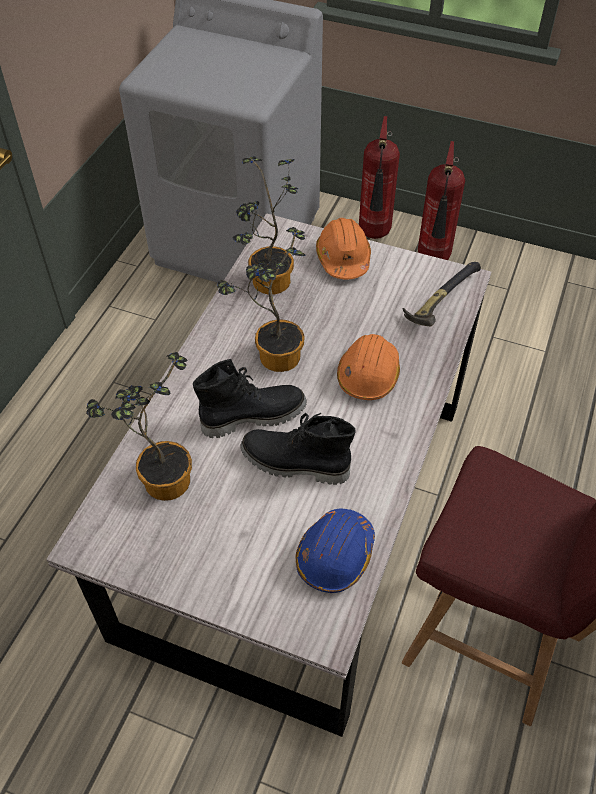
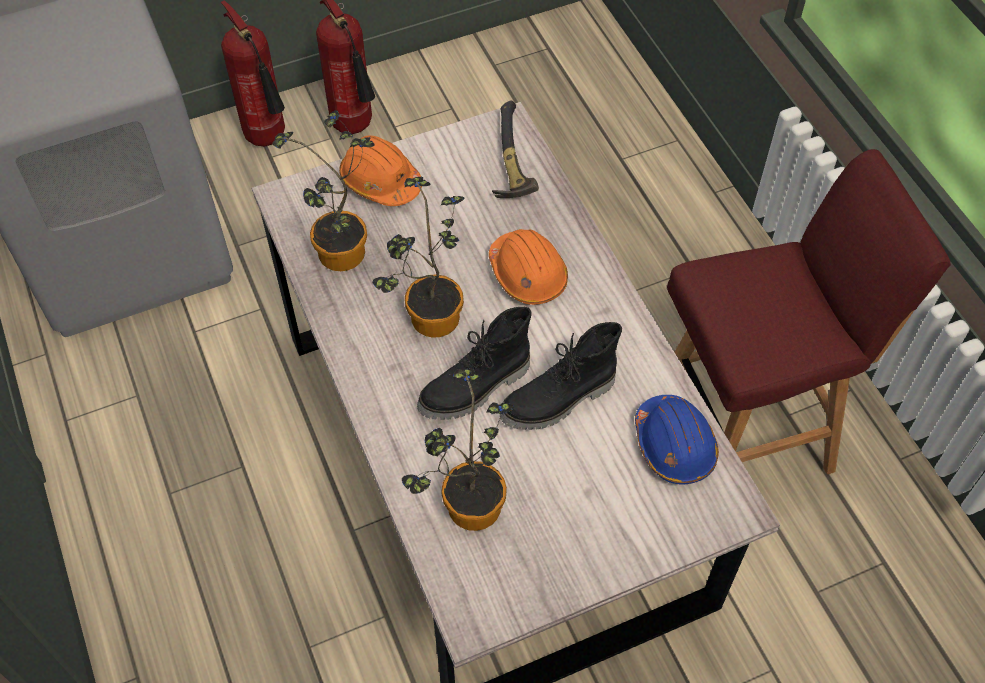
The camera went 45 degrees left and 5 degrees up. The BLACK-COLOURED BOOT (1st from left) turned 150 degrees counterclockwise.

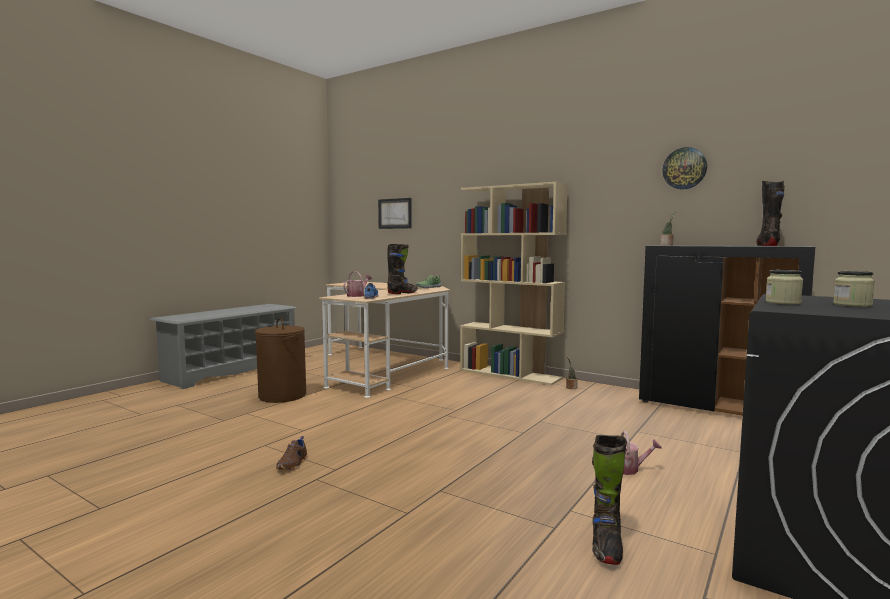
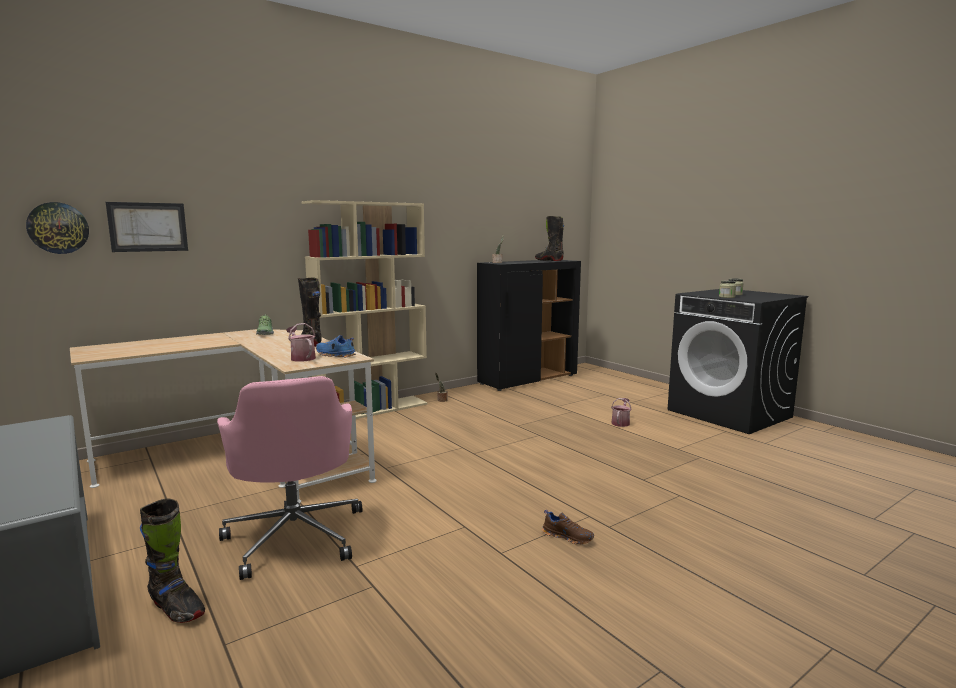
The camera went 70 degrees left and 5 degrees up. The BLACK-COLOURED BOOT (2nd from left in the first image) moved. The WALL CLOCK moved. The BROWN LAUNDRY BASKET was replaced by the PINKISH COMPUTER CHAIR.

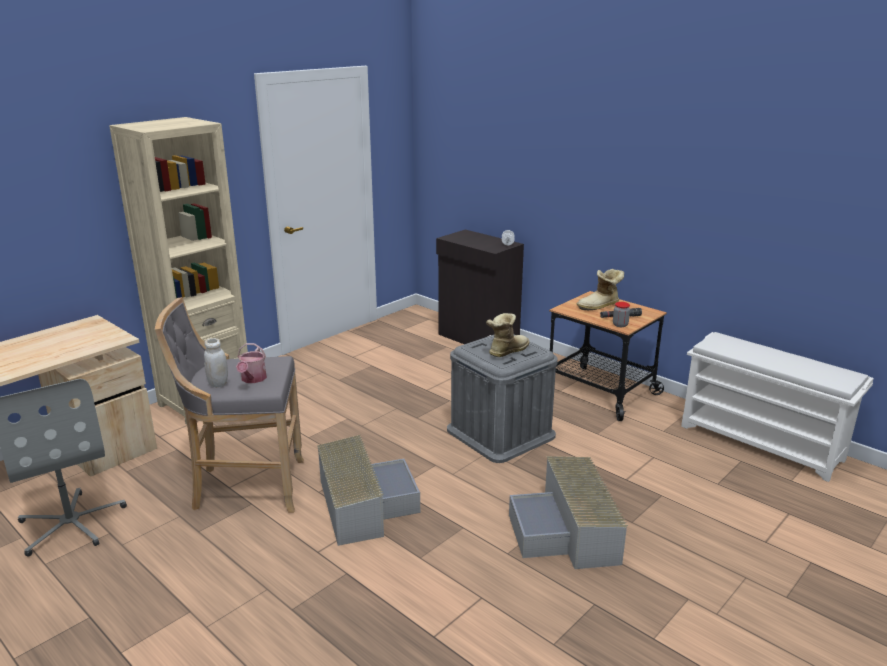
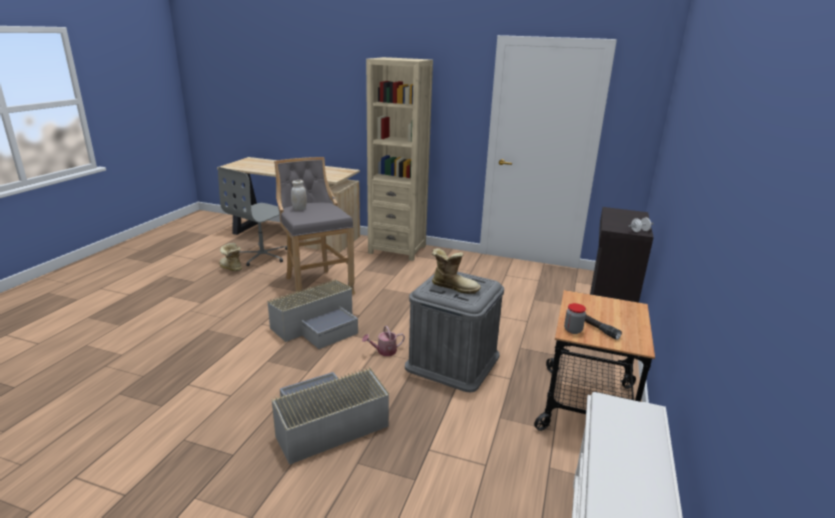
The camera went 65 degrees right and 0 degrees up. The WATERING POT moved. The BOOT (2nd from left in the first image) moved.

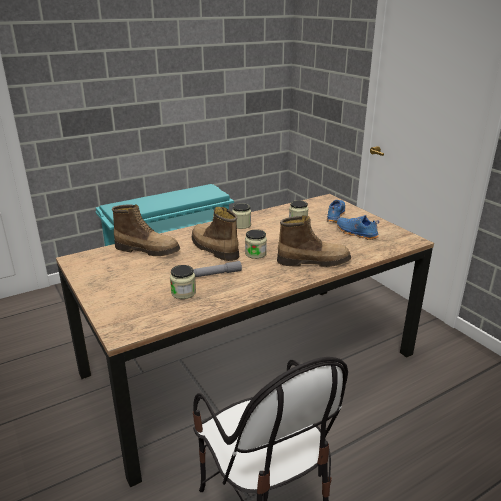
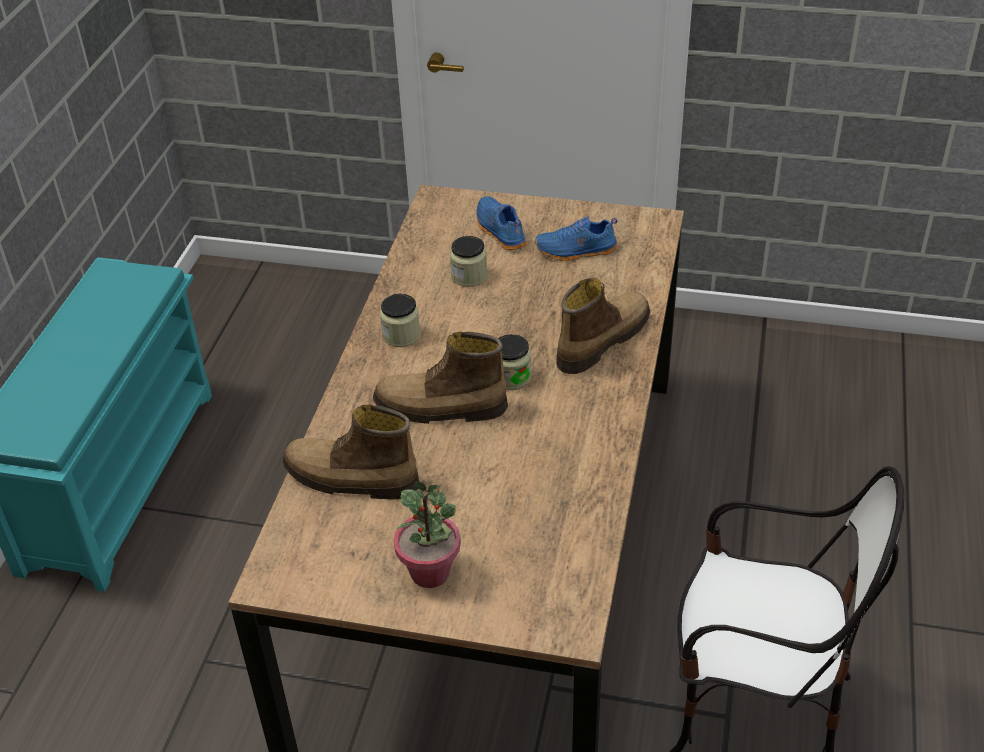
The camera went 45 degrees left and 15 degrees up. The PRESERVE JAR (1st from left) disappeared. The GREY TORCH disappeared. The HOUSEPLANT appeared. The BOOT (1st from left) turned 135 degrees counterclockwise.

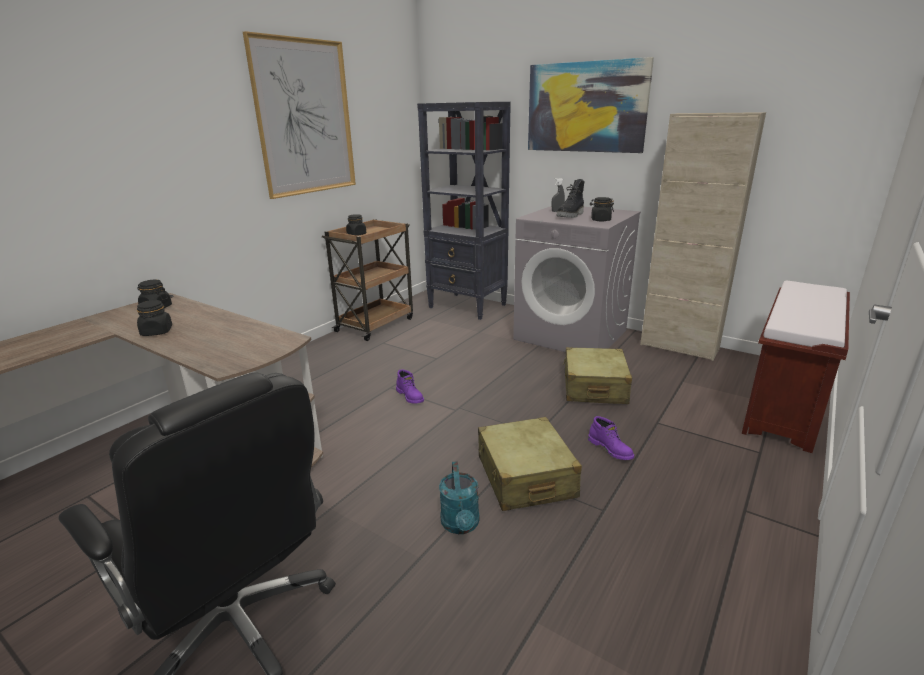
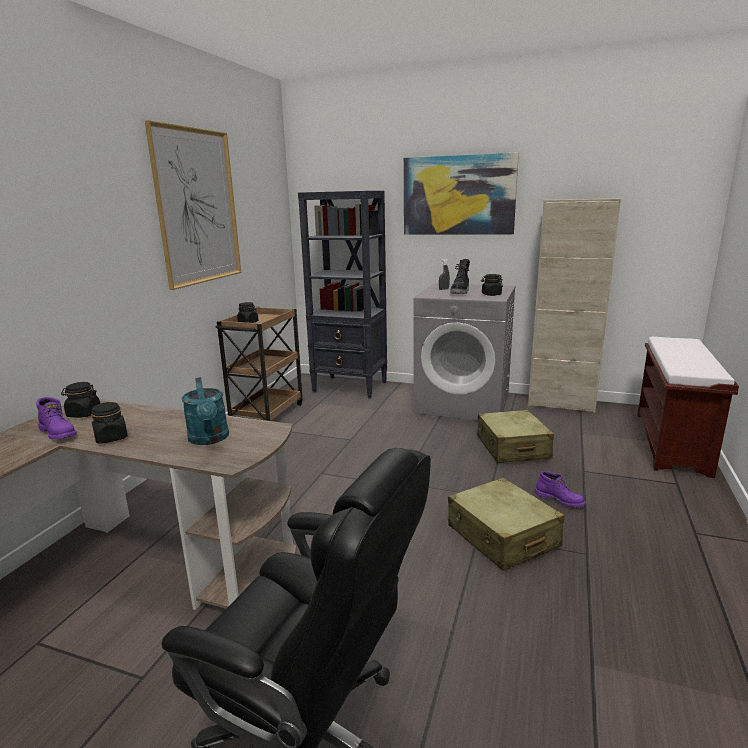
The camera went 15 degrees left and 5 degrees down. The PURPLISH BOOT (1st from left) moved. The TURQUOISE WATERING POT moved.

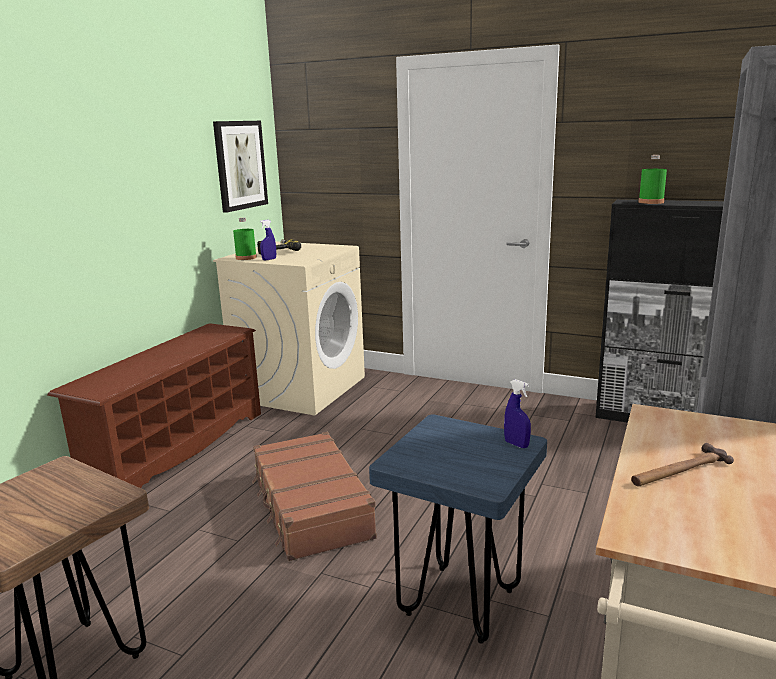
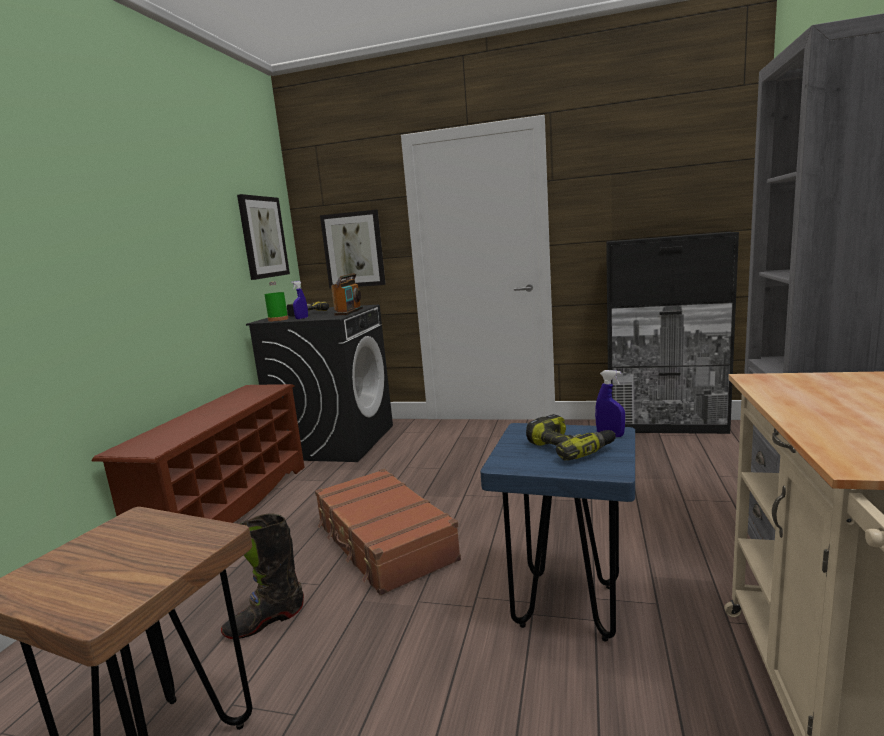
The camera went 10 degrees left and 5 degrees down. The HAMMER disappeared. The GREENISH BEVERAGE BOTTLE (2nd from left) disappeared. The BLACK-COLOURED BOOT appeared. The PICTURE (2nd from left) appeared. The RADIO SET appeared. The DRILL (2nd from left) appeared. The SAND-COLOURED WASHING MACHINE became the BLACK-COLOURED WASHING MACHINE.

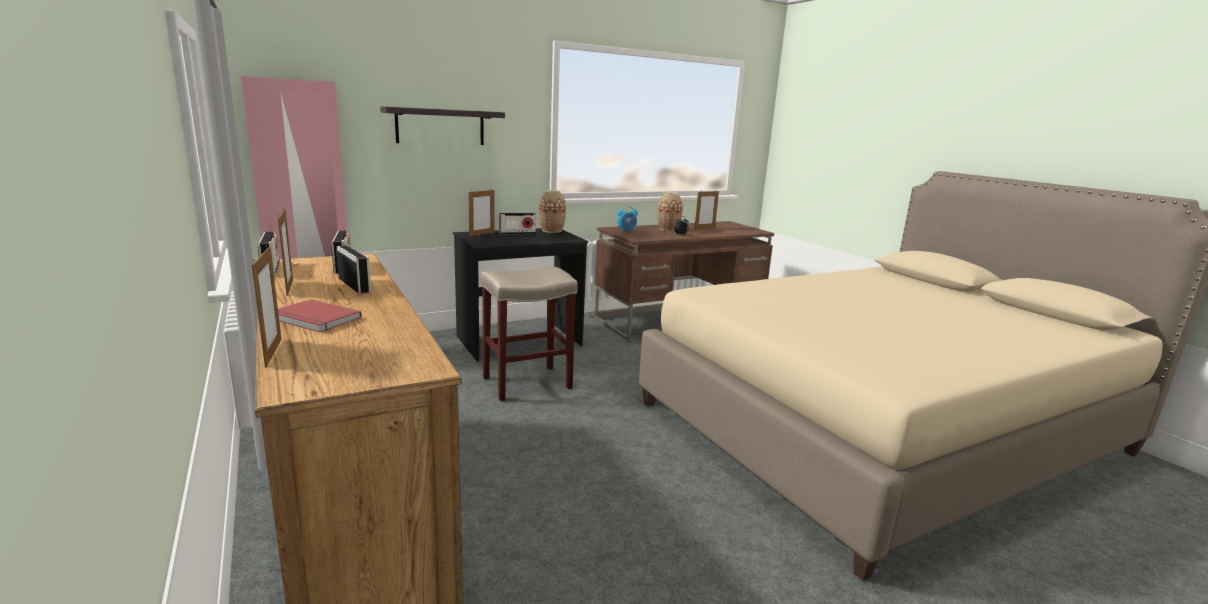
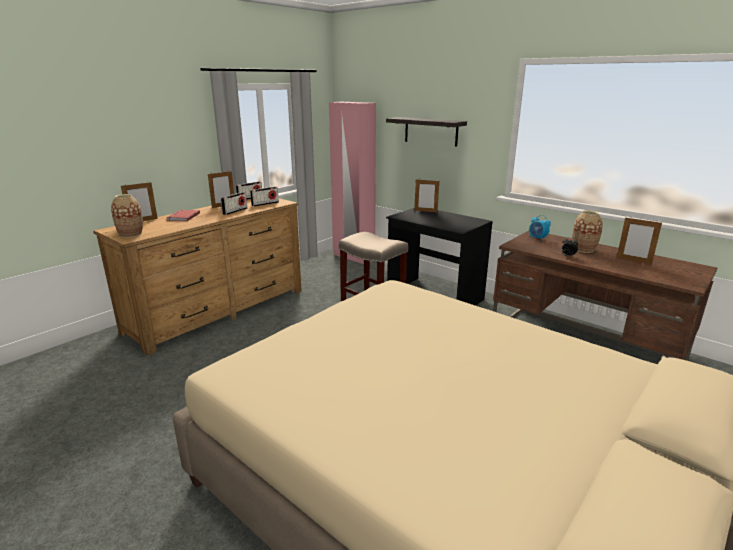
The camera went 70 degrees right and 5 degrees up. The RADIO SET (4th from left) disappeared. The FLOWER VASE (1st from left) moved.

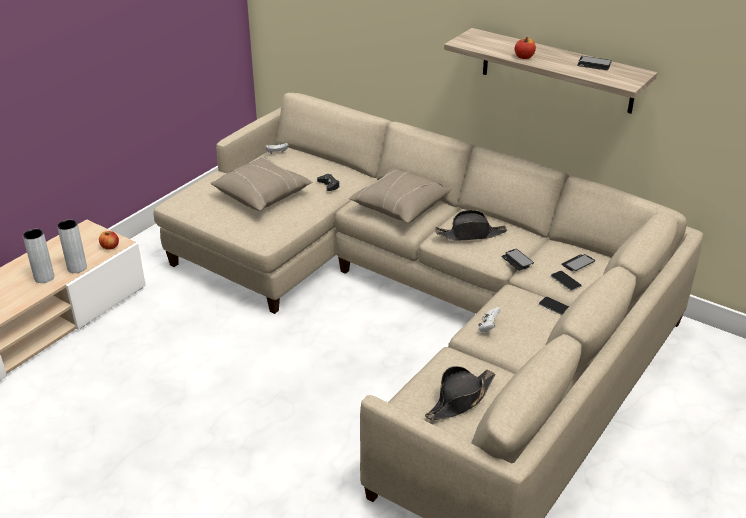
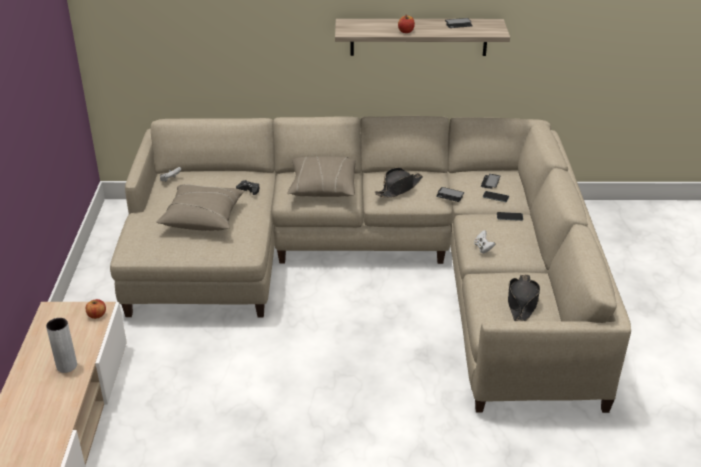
The camera went 35 degrees left and 0 degrees up. The GREY FLOWER VASE (2nd from left) disappeared.

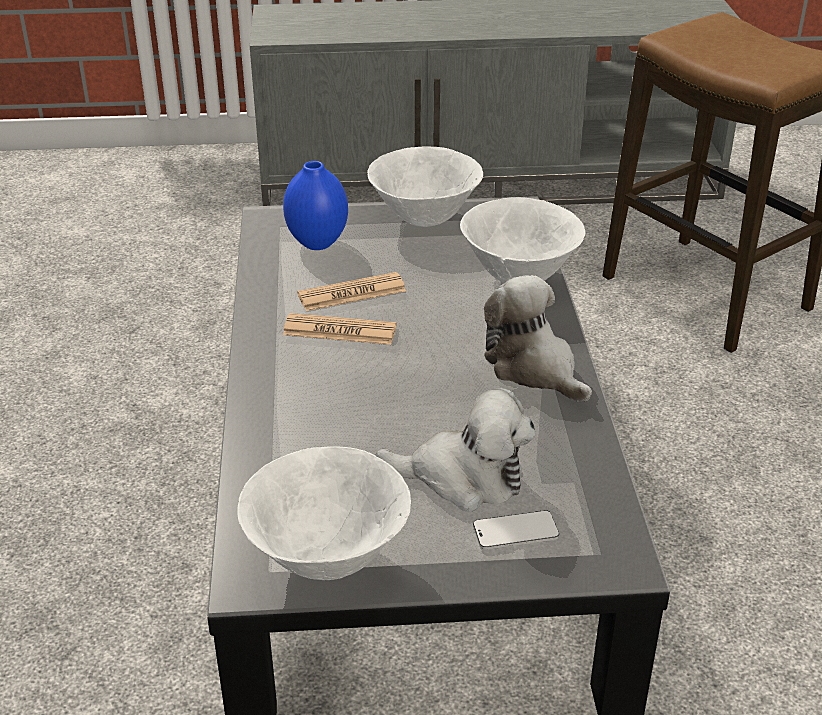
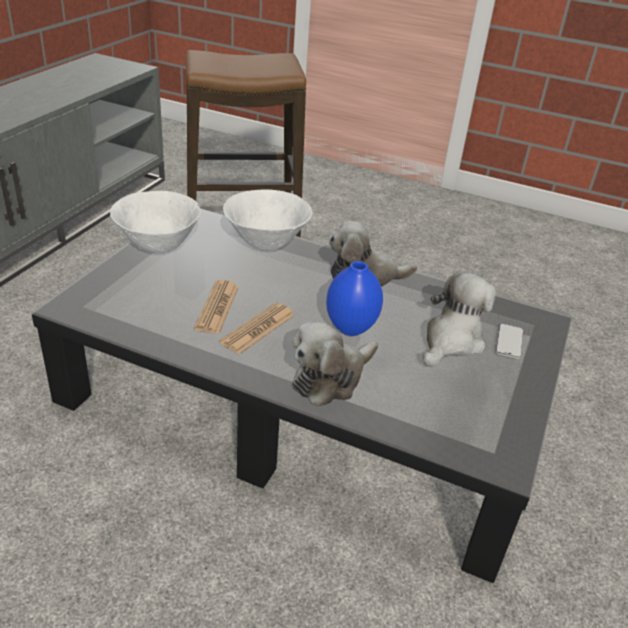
The camera went 65 degrees left and 0 degrees up. The WHITISH SERVING BOWL (1st from left) disappeared. The SOFT TOY (1st from left) appeared. The BLUISH FLOWER VASE moved.

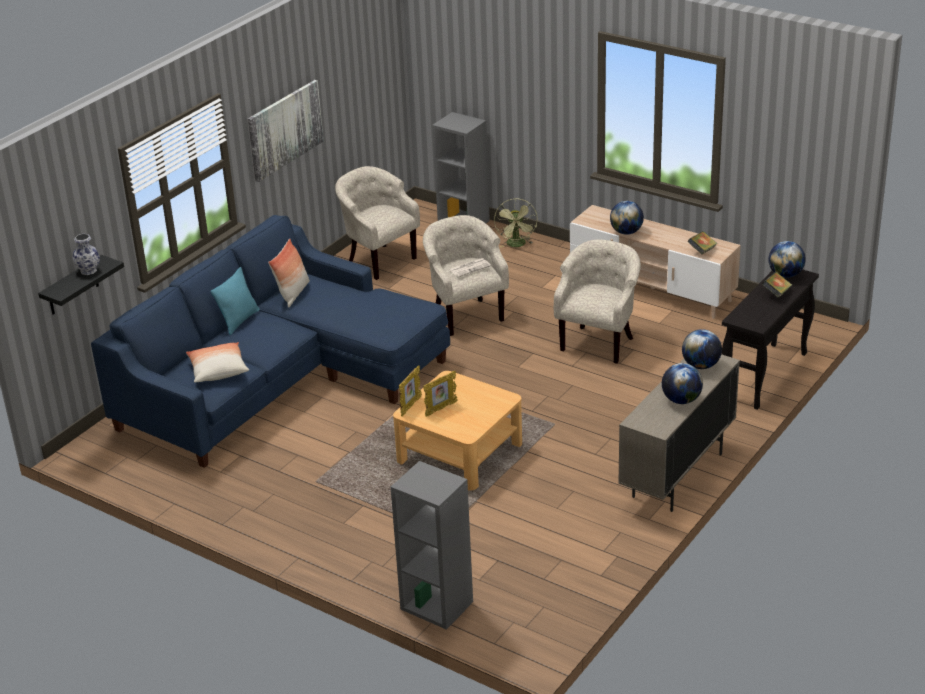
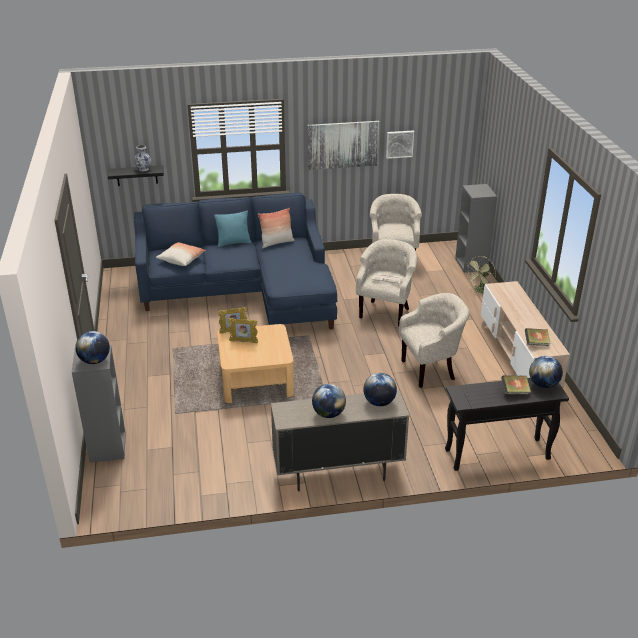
The camera went 45 degrees right and 0 degrees up. The PICTURE (2nd from left) appeared. The DESK GLOBE (1st from left) moved.

